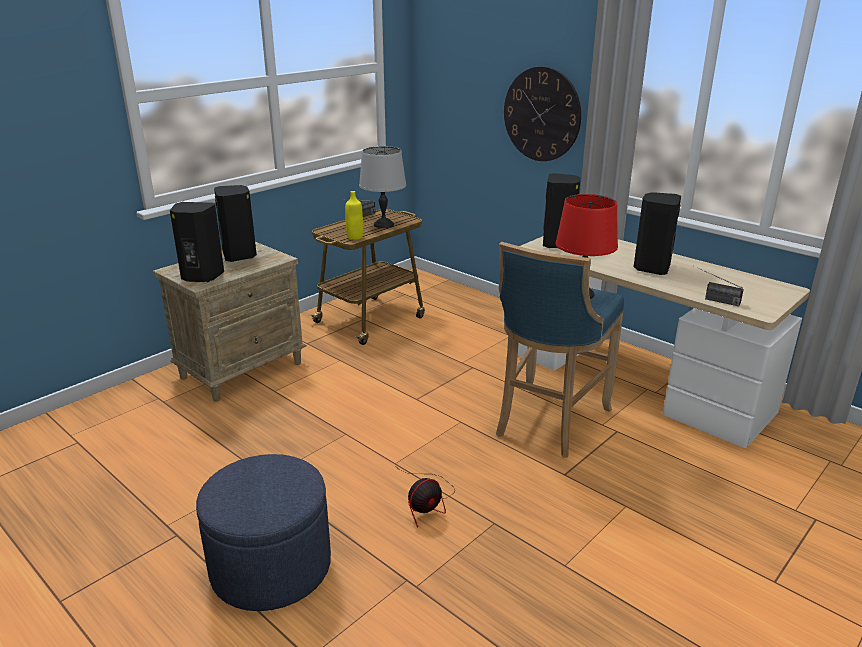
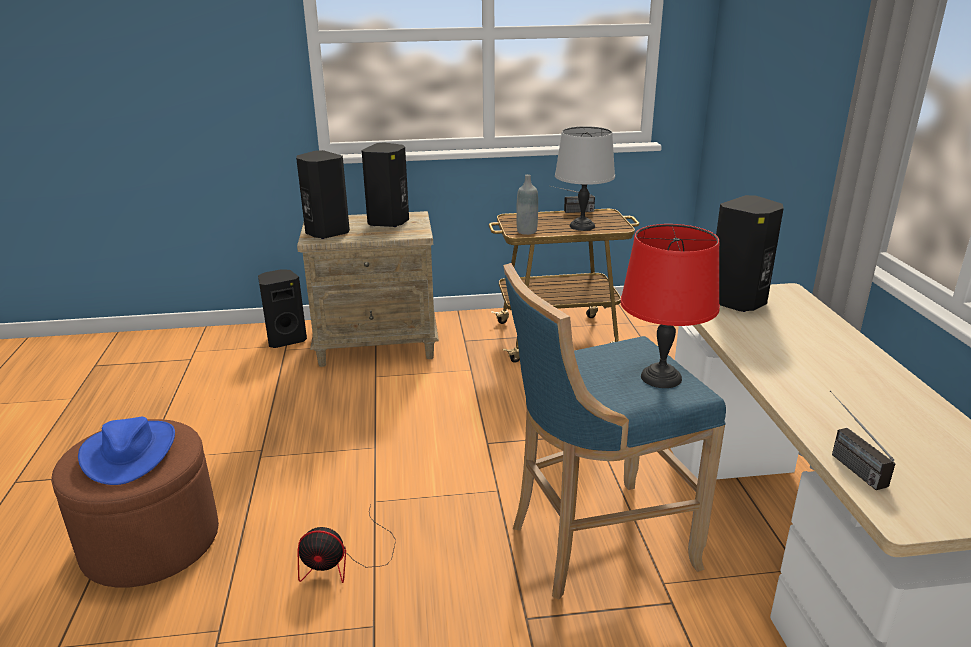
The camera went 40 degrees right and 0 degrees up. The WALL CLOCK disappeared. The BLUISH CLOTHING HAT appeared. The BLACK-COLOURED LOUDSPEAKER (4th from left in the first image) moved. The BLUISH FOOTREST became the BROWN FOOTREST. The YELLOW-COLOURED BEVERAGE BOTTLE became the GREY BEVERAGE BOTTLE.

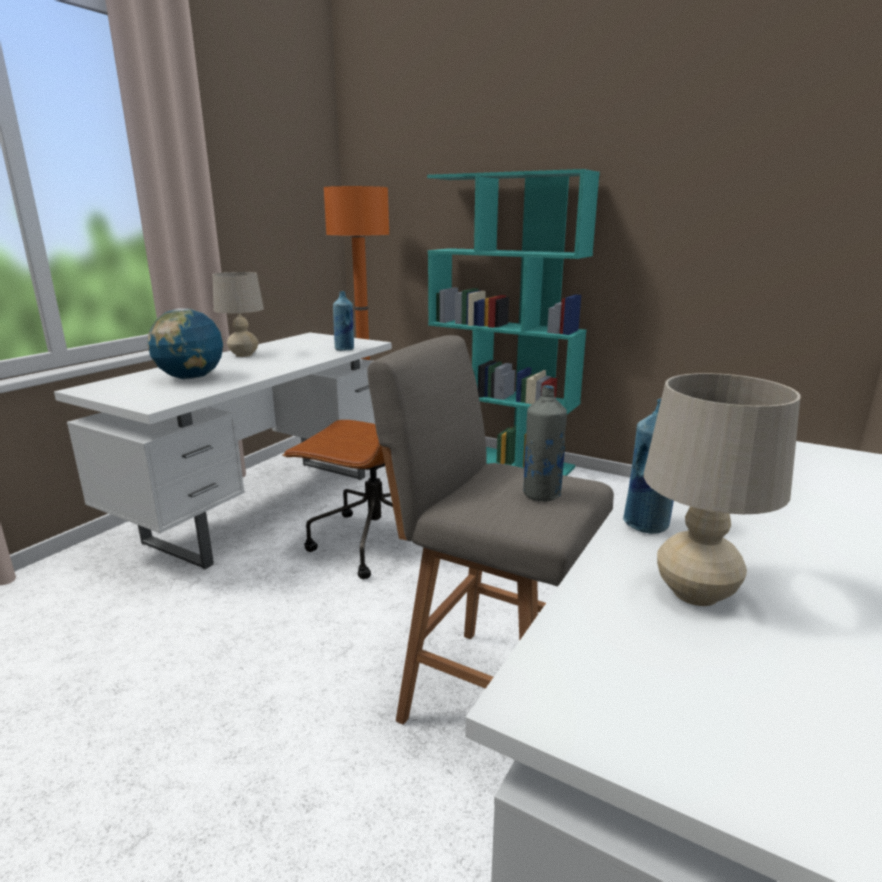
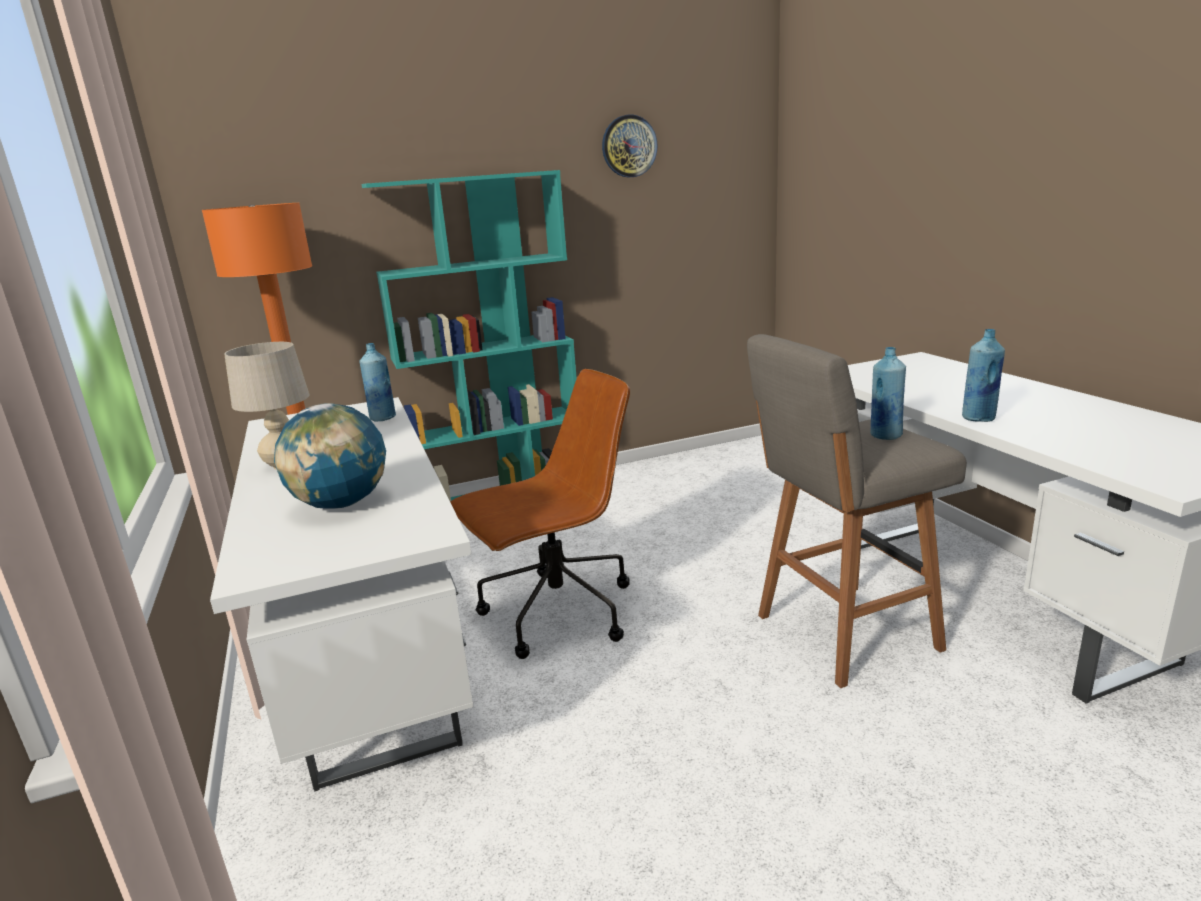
The camera went 50 degrees left and 0 degrees up. The SAND-COLOURED TABLETOP LAMP (2nd from left) disappeared. The WALL CLOCK appeared. The GREY BEVERAGE BOTTLE became the BLUISH BEVERAGE BOTTLE (2nd from left).

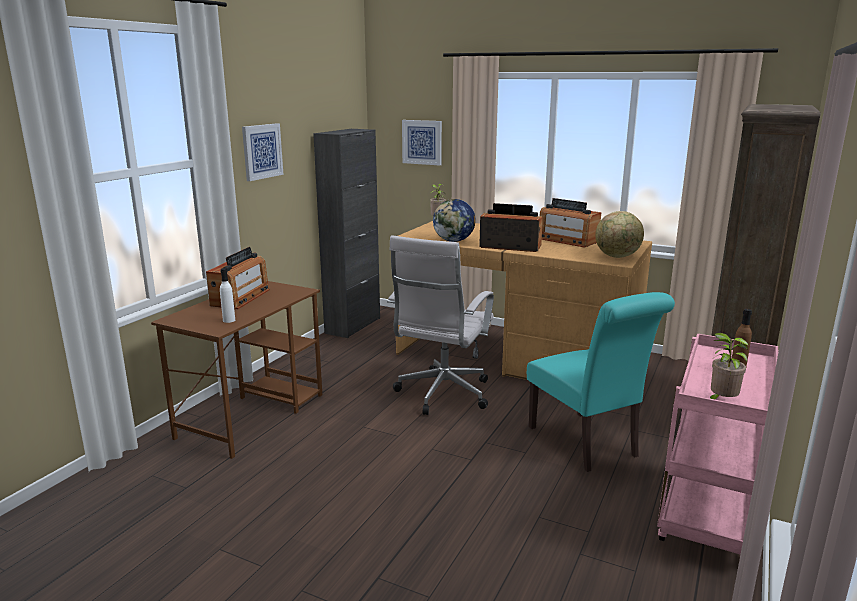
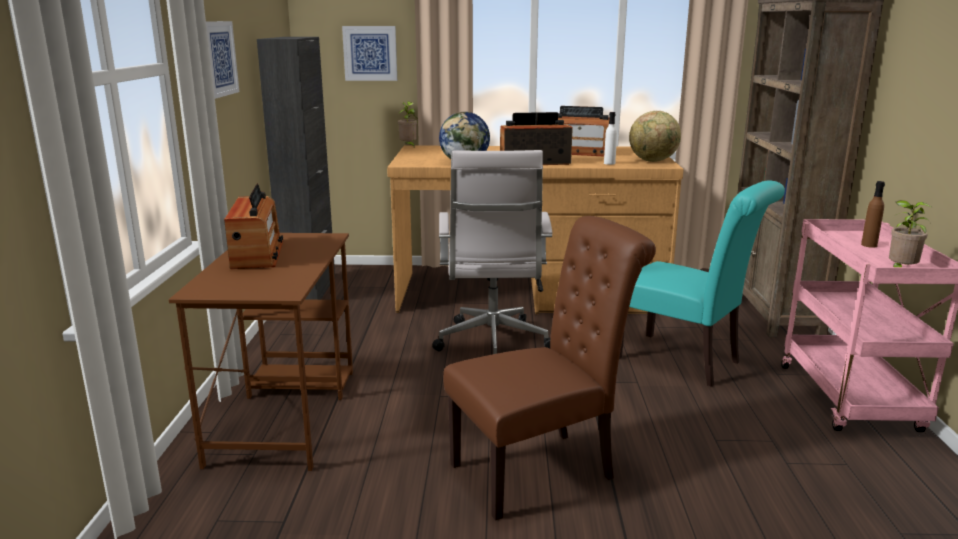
The camera went 25 degrees left and 0 degrees up. The BROWN UPRIGHT CHAIR appeared. The WHITISH BEVERAGE BOTTLE moved.

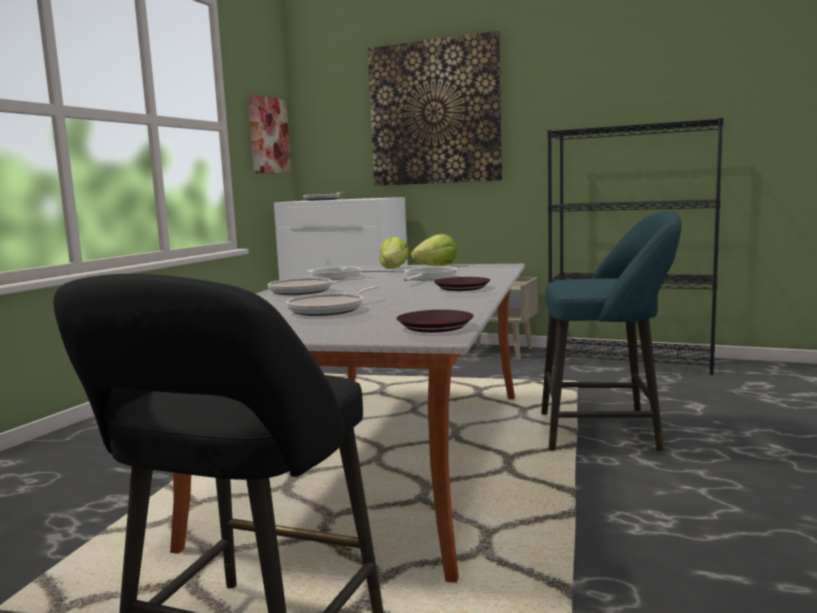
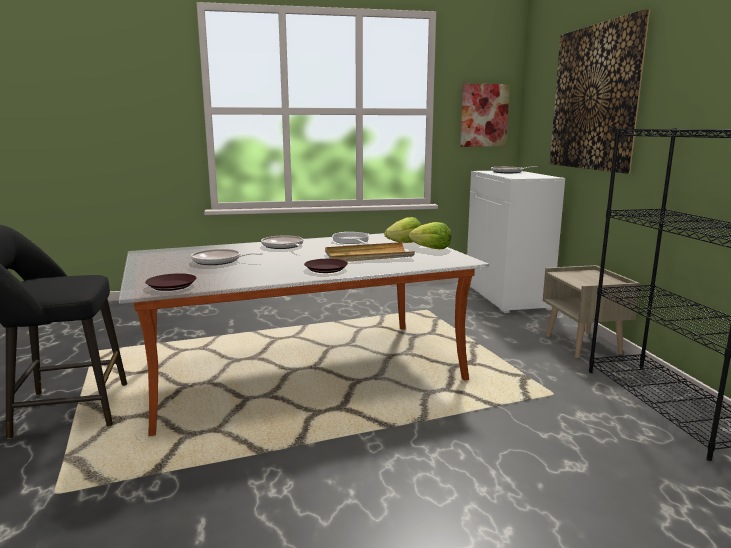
The camera went 55 degrees right and 5 degrees up. The TURQUOISE STOOL disappeared. The PAN (5th from left) was replaced by the SAND-COLOURED SERVING TRAY.

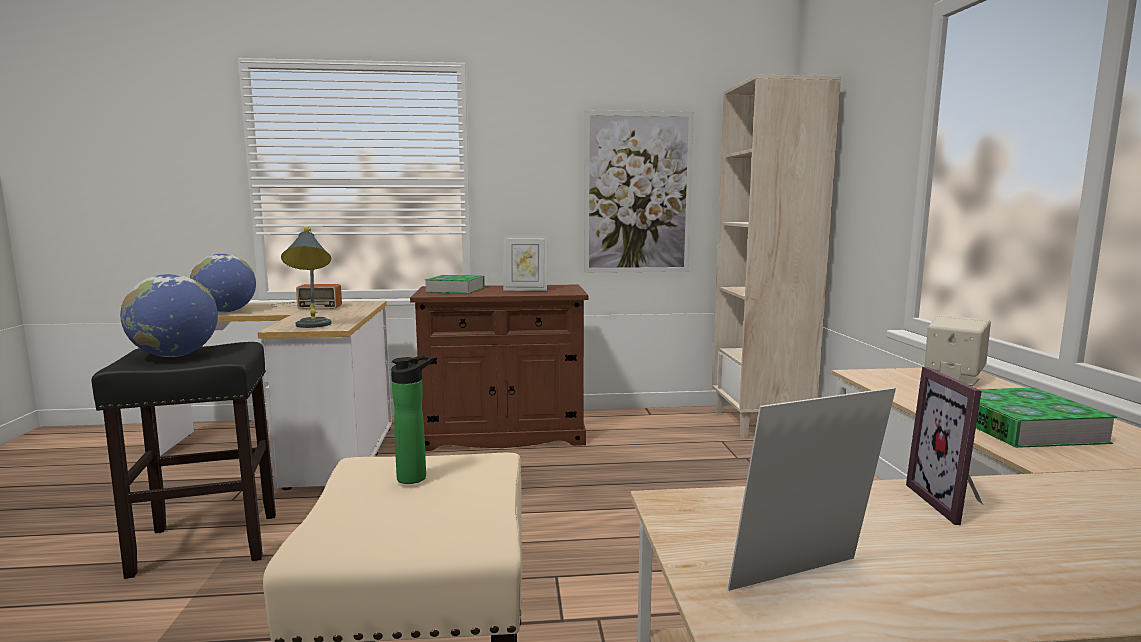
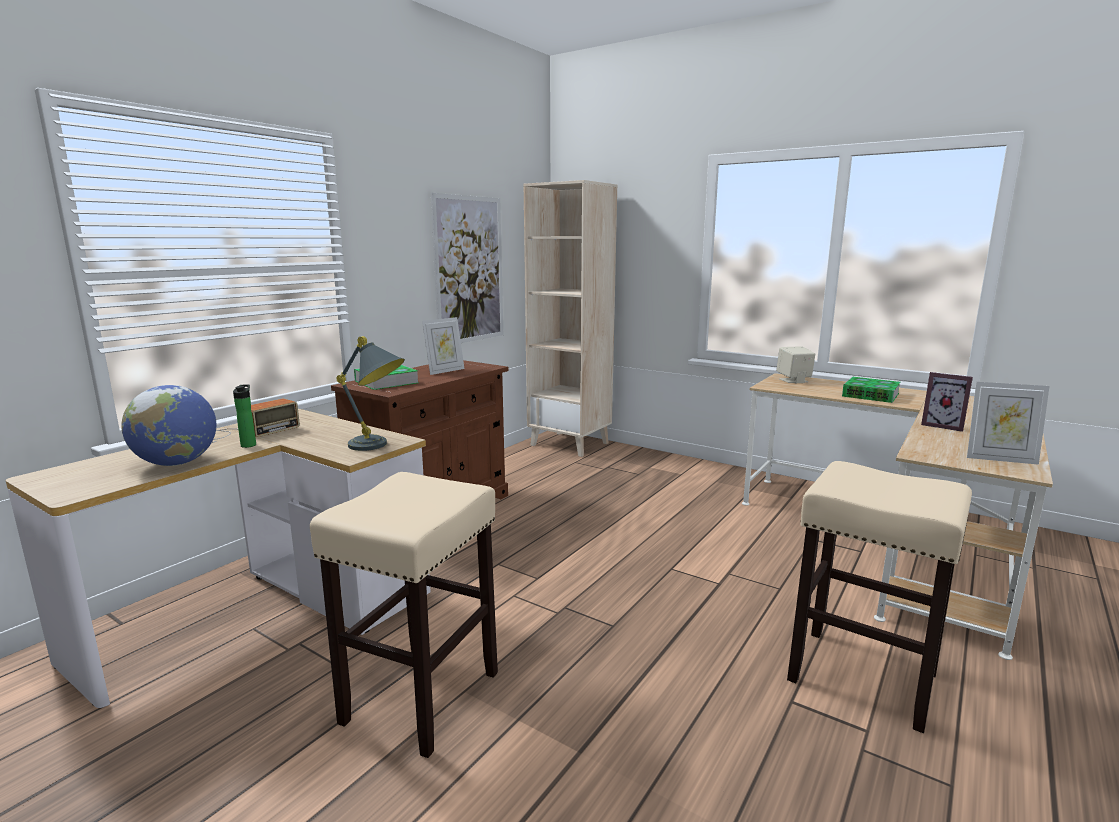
The camera went 50 degrees left and 5 degrees up. The DESK GLOBE (1st from left) disappeared. The BEVERAGE BOTTLE moved. The BLACK-COLOURED STOOL became the SAND-COLOURED STOOL (1st from left). The PICTURE FRAME (2nd from left in the first image) turned 90 degrees counterclockwise.

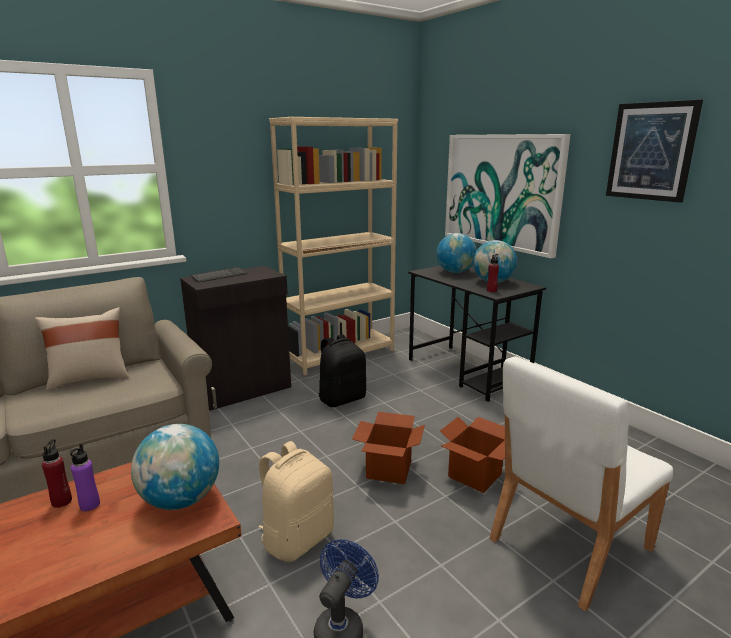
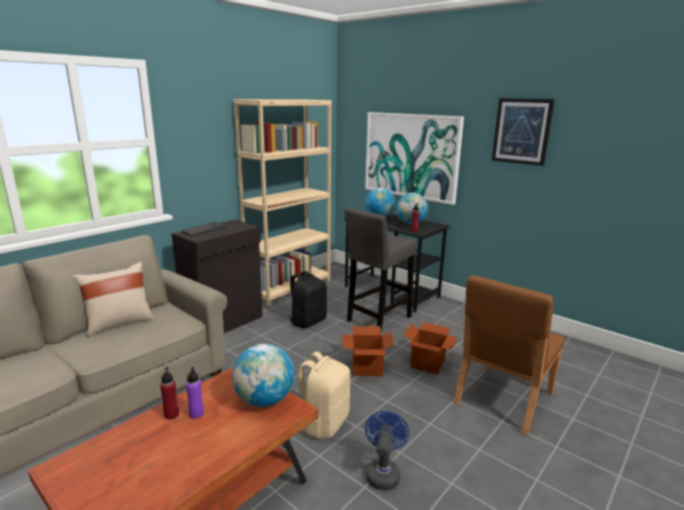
The camera went 15 degrees left and 0 degrees up. The GREY STOOL appeared. The WHITISH UPRIGHT CHAIR became the BROWN UPRIGHT CHAIR.

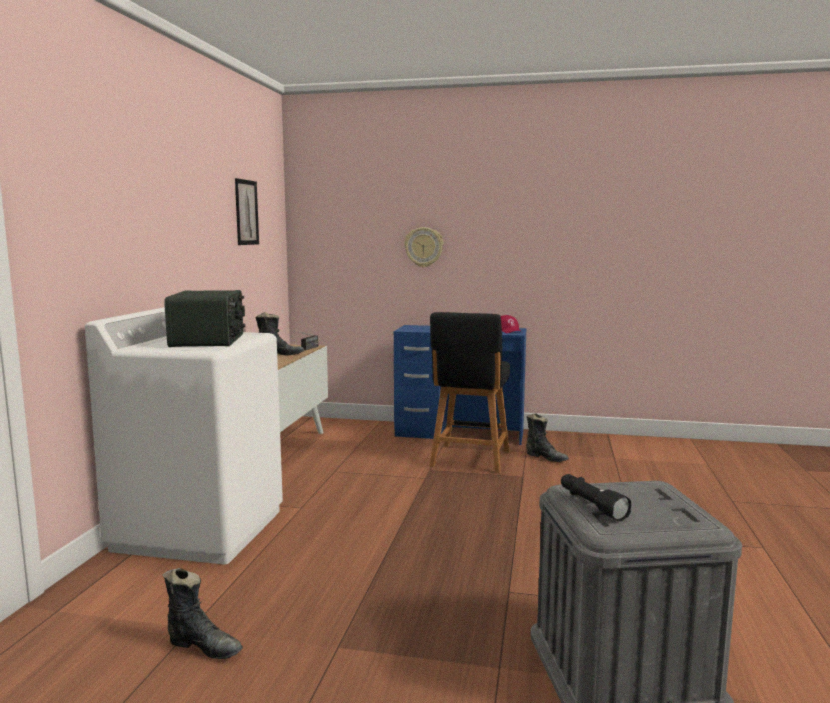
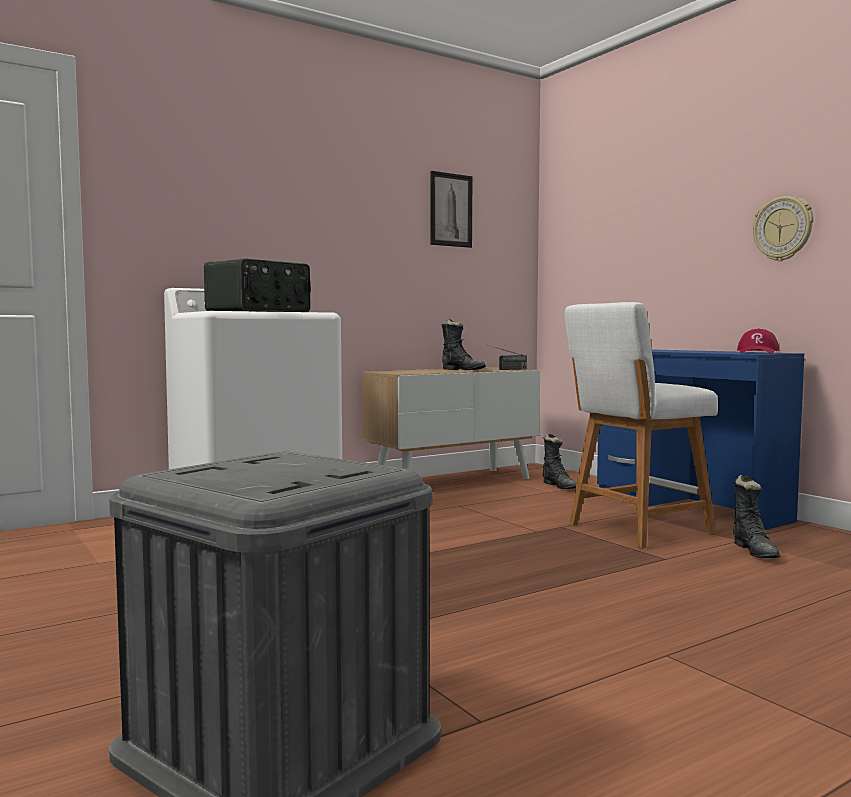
The camera went 45 degrees right and 5 degrees down. The BLACK-COLOURED TORCH disappeared. The BLACK-COLOURED BOOT (1st from left in the first image) moved. The WALL CLOCK moved. The BLACK-COLOURED STOOL became the WHITISH STOOL.

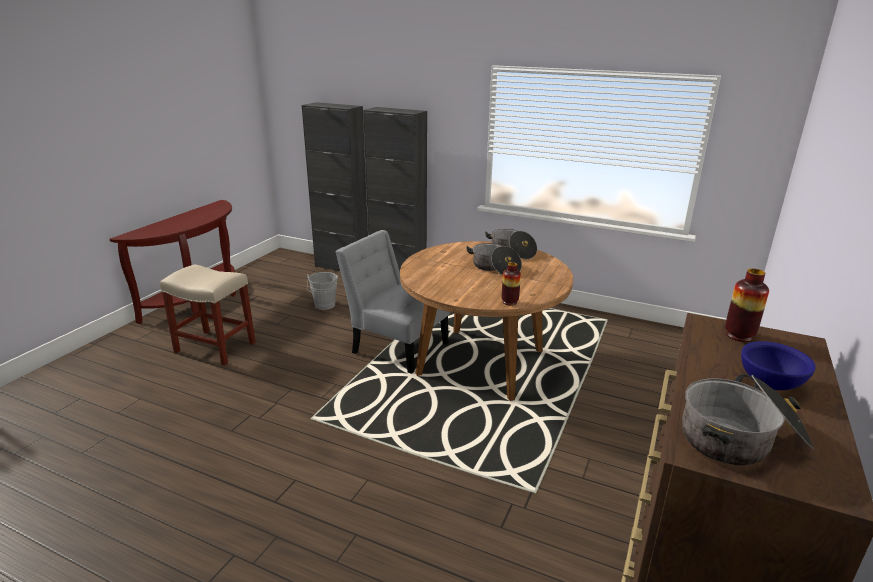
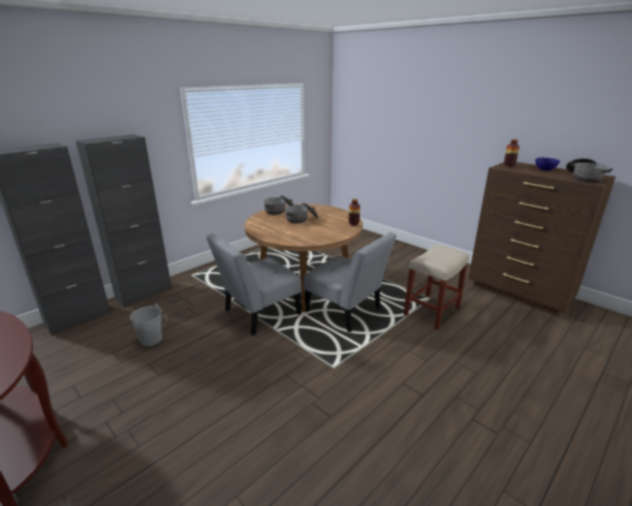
The camera went 70 degrees left and 0 degrees up. The GREY UPRIGHT CHAIR (2nd from left) appeared. The SAND-COLOURED STOOL moved.

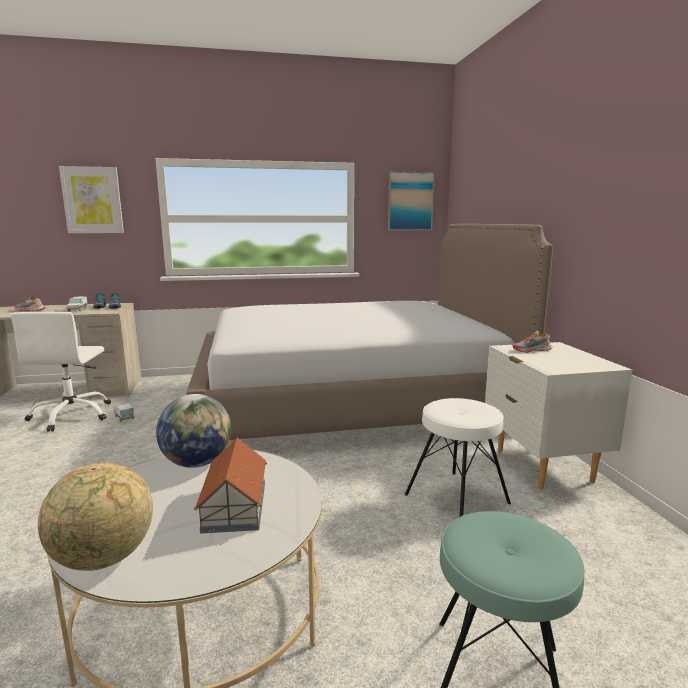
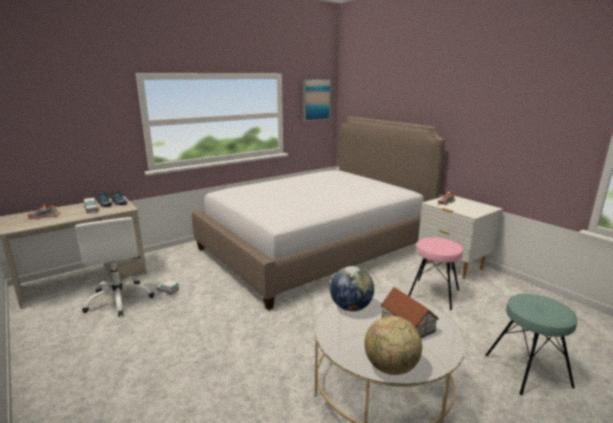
The camera went 25 degrees left and 5 degrees up. The PICTURE (1st from left) disappeared. The WHITISH STOOL became the PINKISH STOOL.

